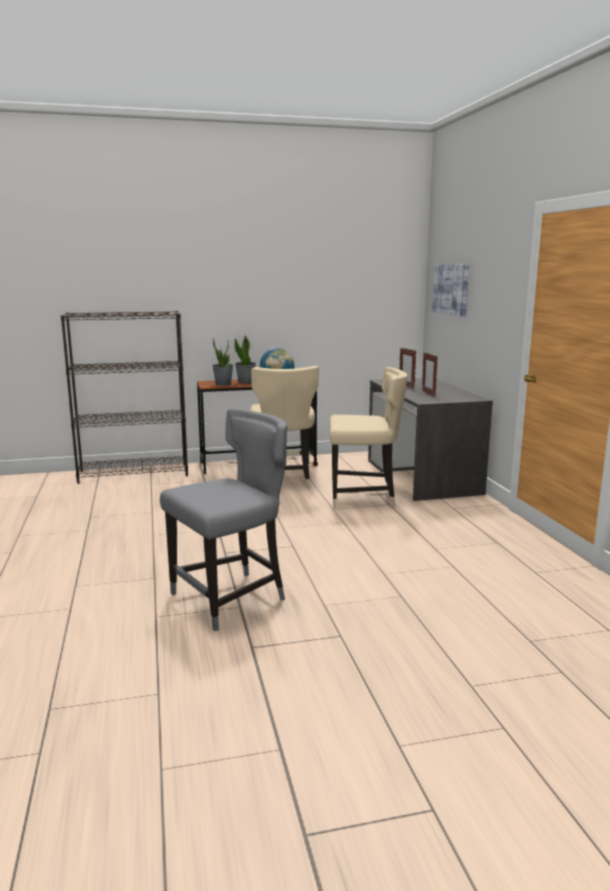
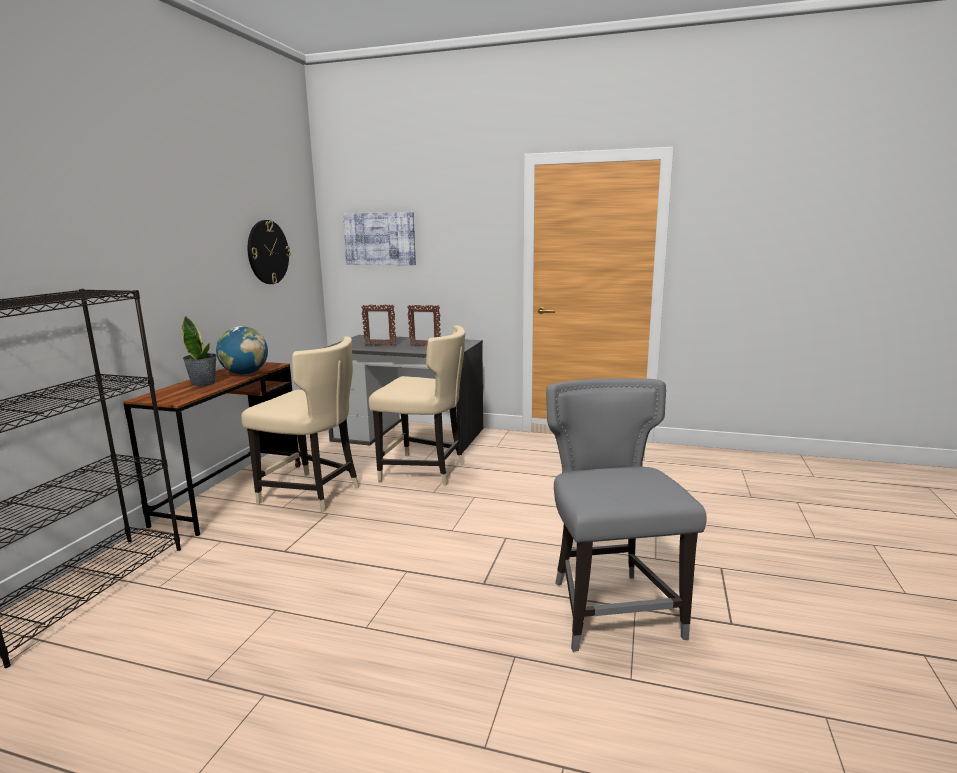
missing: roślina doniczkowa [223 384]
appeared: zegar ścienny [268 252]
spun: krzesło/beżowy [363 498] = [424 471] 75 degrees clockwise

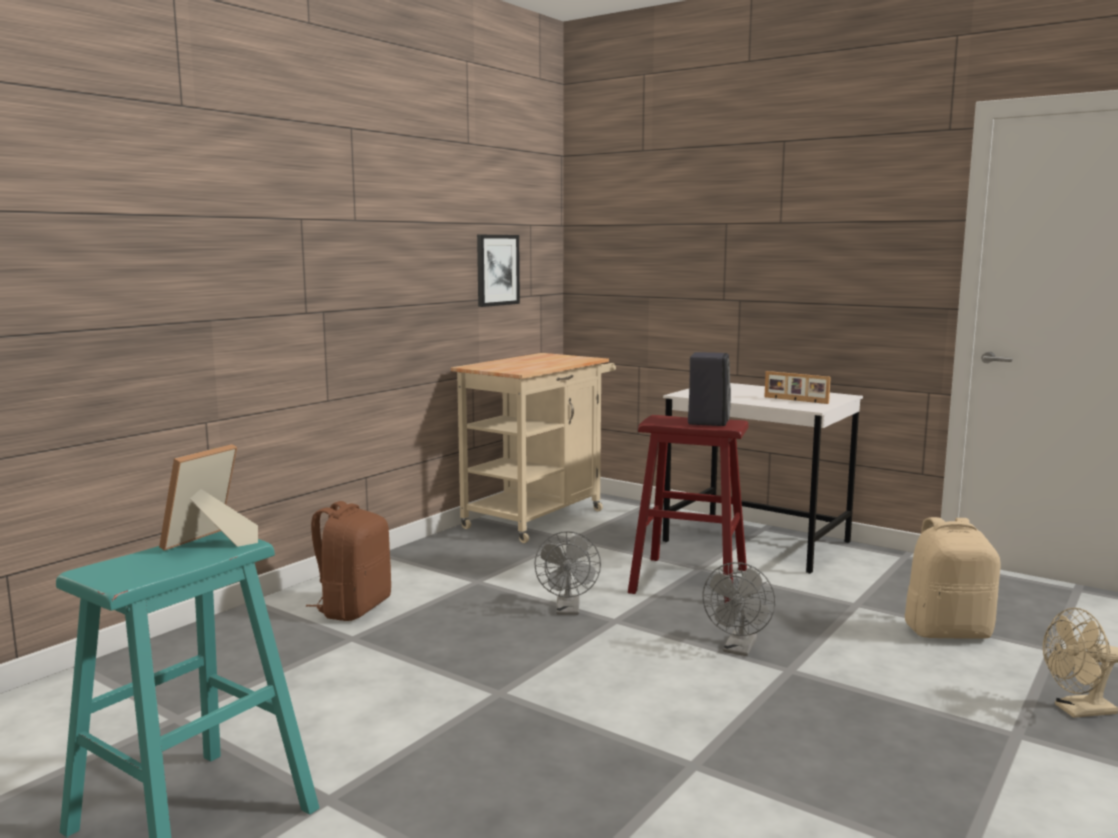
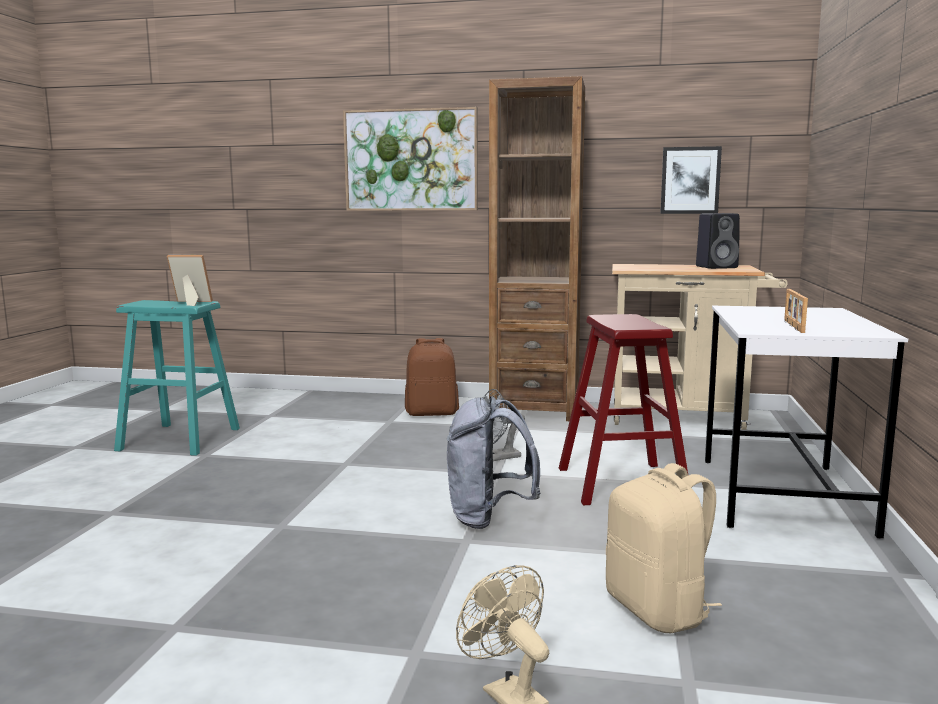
appeared: obraz [411 160]; regał/brązowy [534 410]
relocated: głośnik/czarny [708 421] to [717 267]
exchanged: wentylator/szary [739 649] to plecak/szary [488 518]

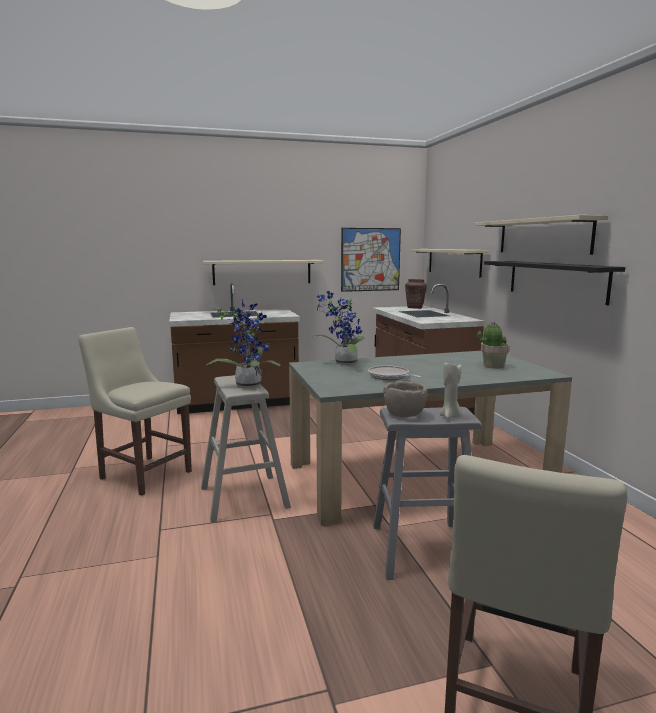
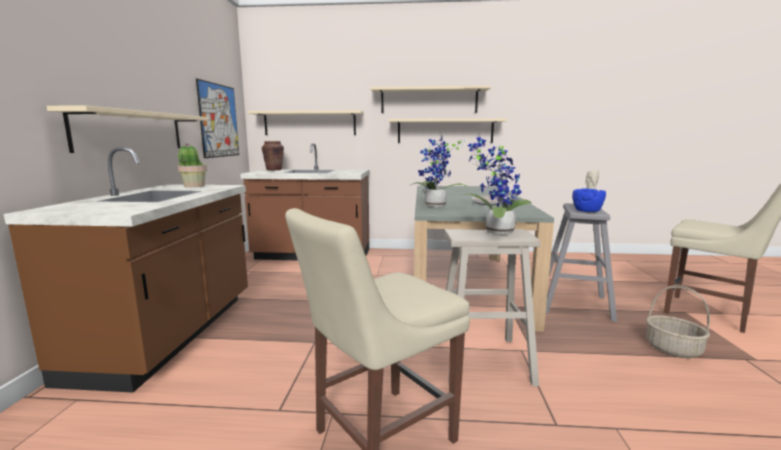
appeared: koszyk [673 349]
relocated: roślina doniczkowa [493 366] to [194 186]
colour: miska/brązowy [405 414] to miska/niebieski [587 211]; półka/czarny [555 280] to półka/beżowy [445 131]

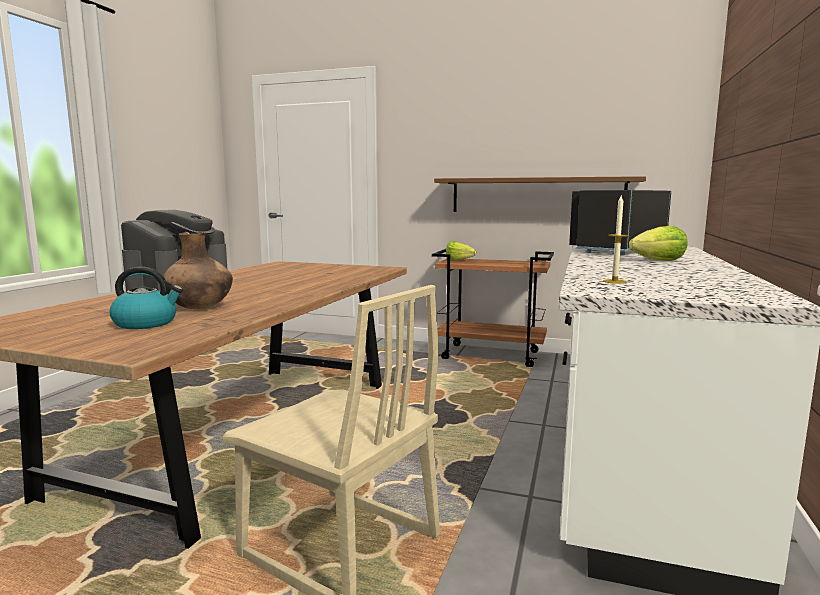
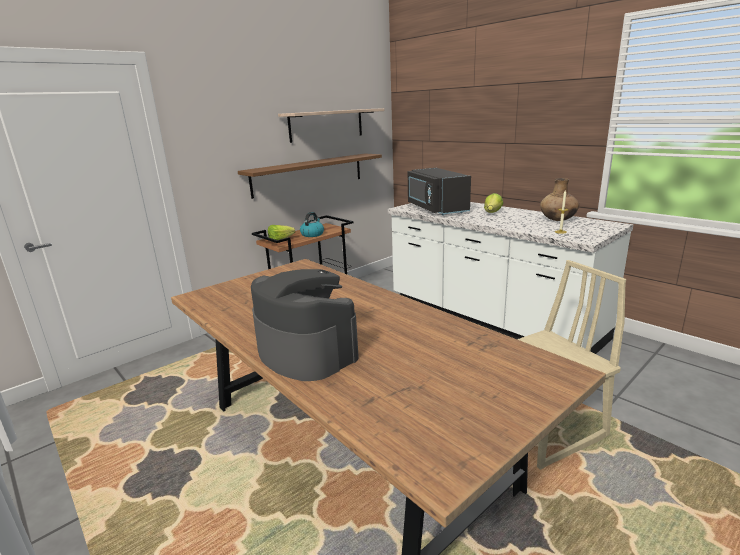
appeared: półka [326 125]
relocated: czajnik [146 323] to [312 234]; wazon/brązowy [200 308] to [557 220]

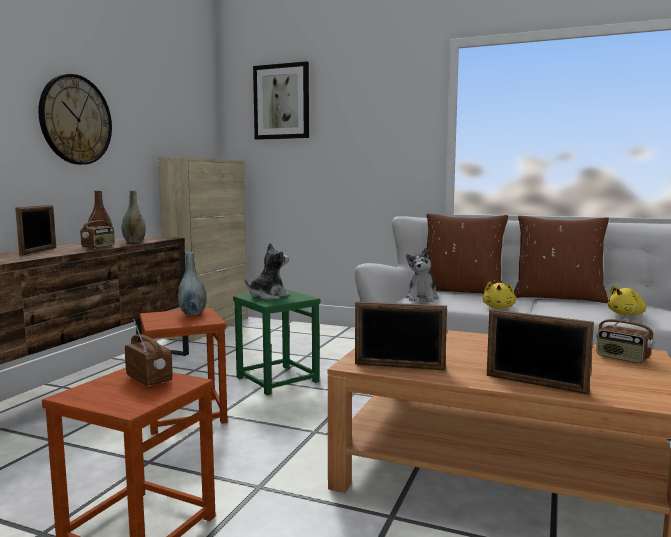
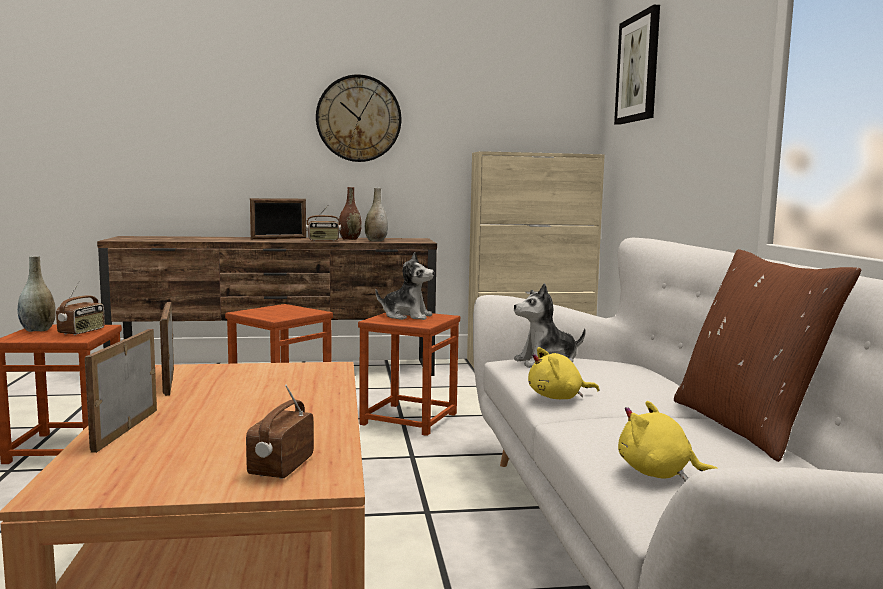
missing: poduszka/brązowy [462 291]
relocated: wazon/szary [192 313] to [38 330]
colour: stołek/zielony [276 380] to stołek/brązowy [408 419]

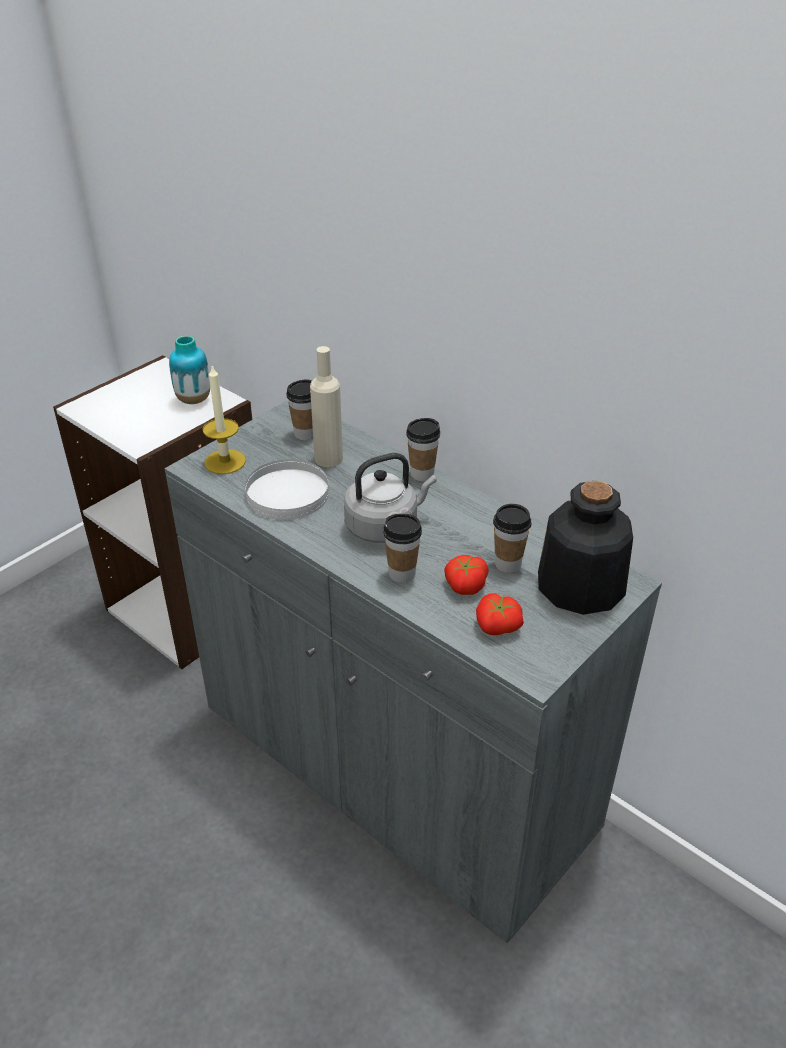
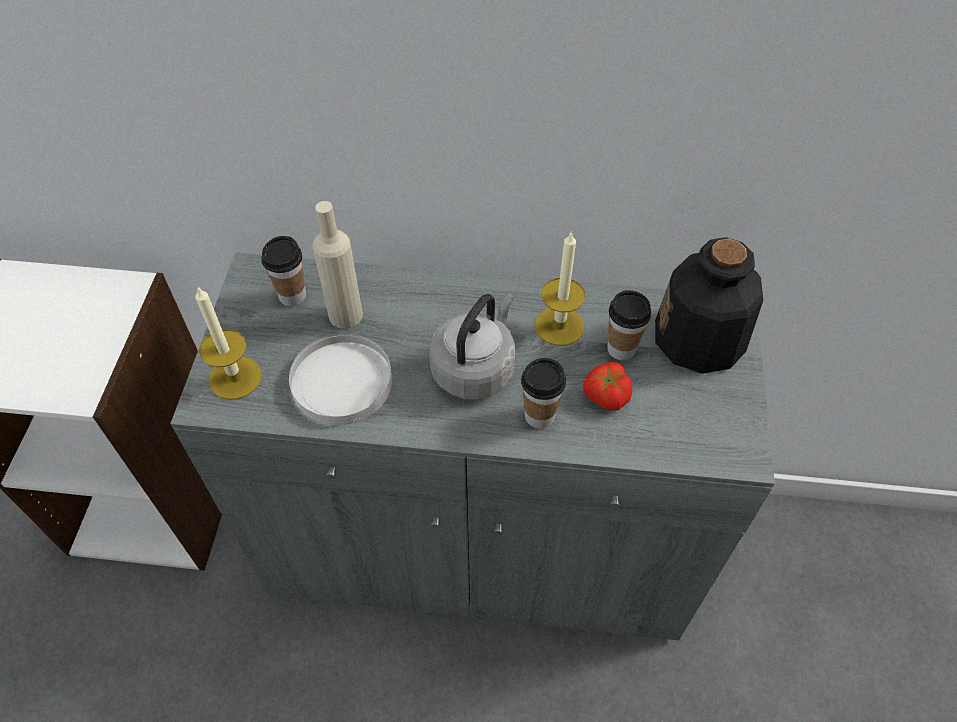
missing: wazon [193 400]; filiżanka [422 474]; pomidor [497 626]
appeared: świeca [559 326]

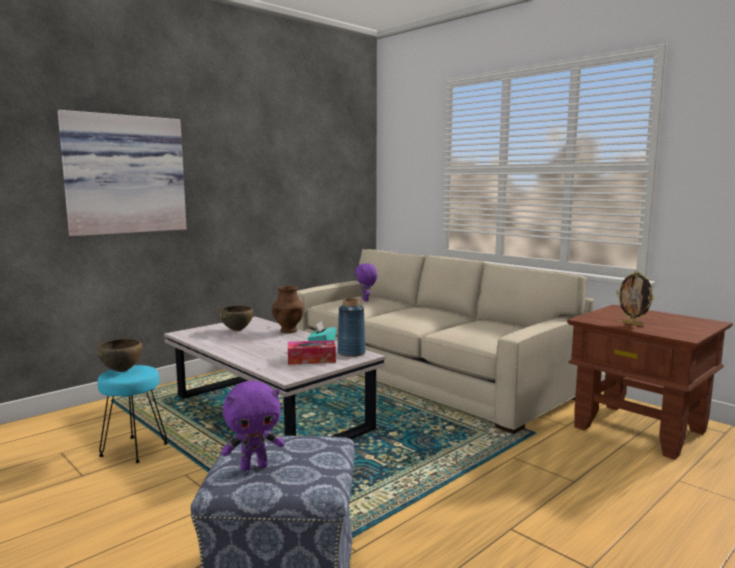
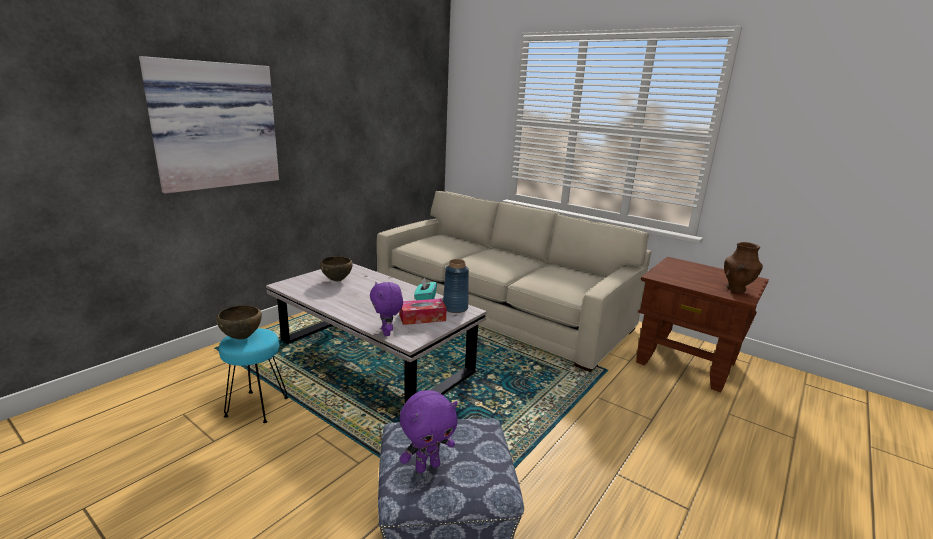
missing: ramka na zdjęcie [633 324]
relocated: wazon/brązowy [288 331] to [736 289]; pluszak/fioletowy [366 300] to [387 332]

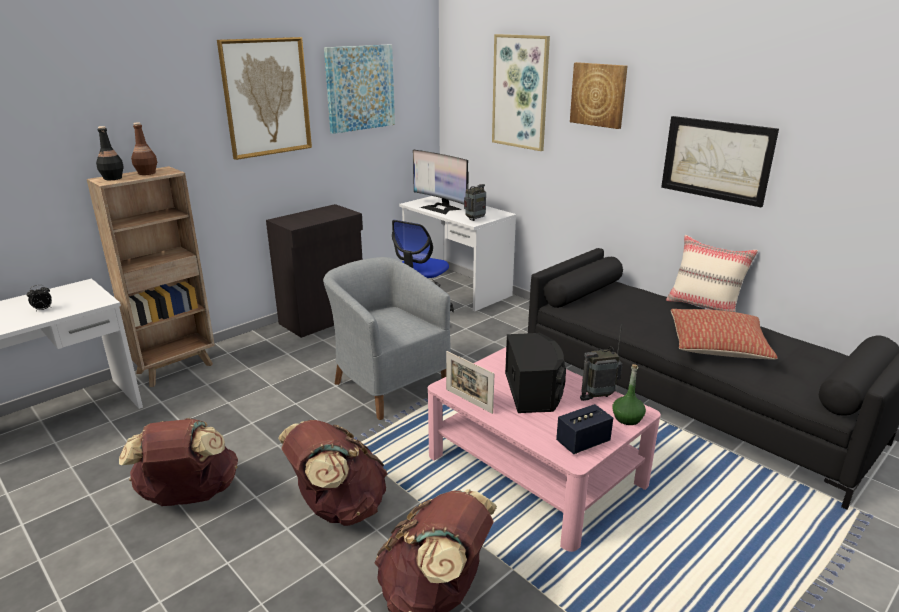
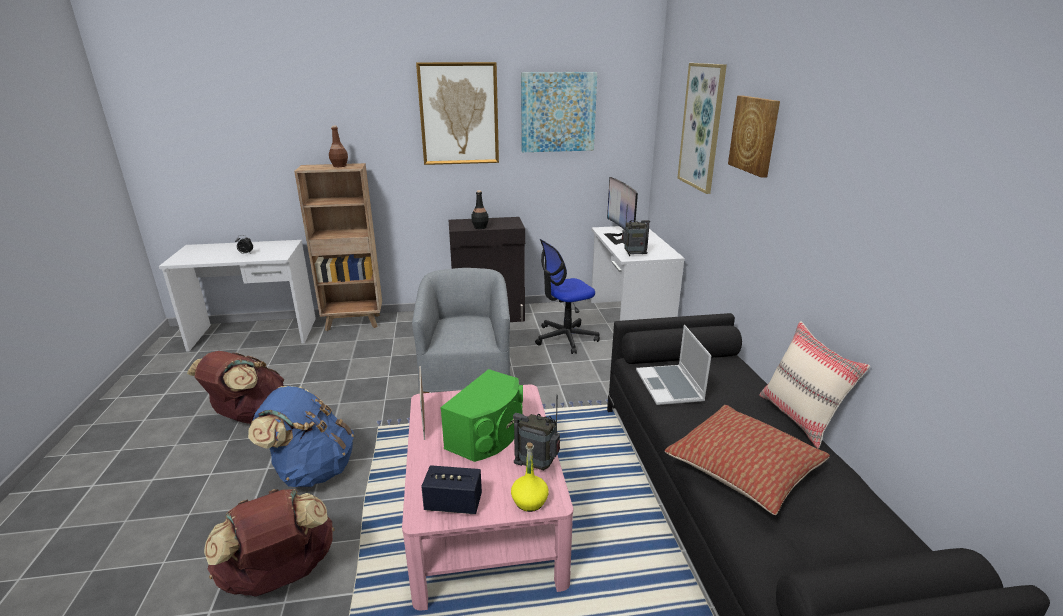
missing: obraz [716 159]
appeared: laptop [670 387]
relocated: butelka/czarny [112 178] to [480 227]
colour: plecak/brązowy [338 508] to plecak/niebieski [312 470]; głośnik/czarny [534 391] to głośnik/zielony [488 435]; butelka/zielony [627 418] to butelka/żółty [529 501]

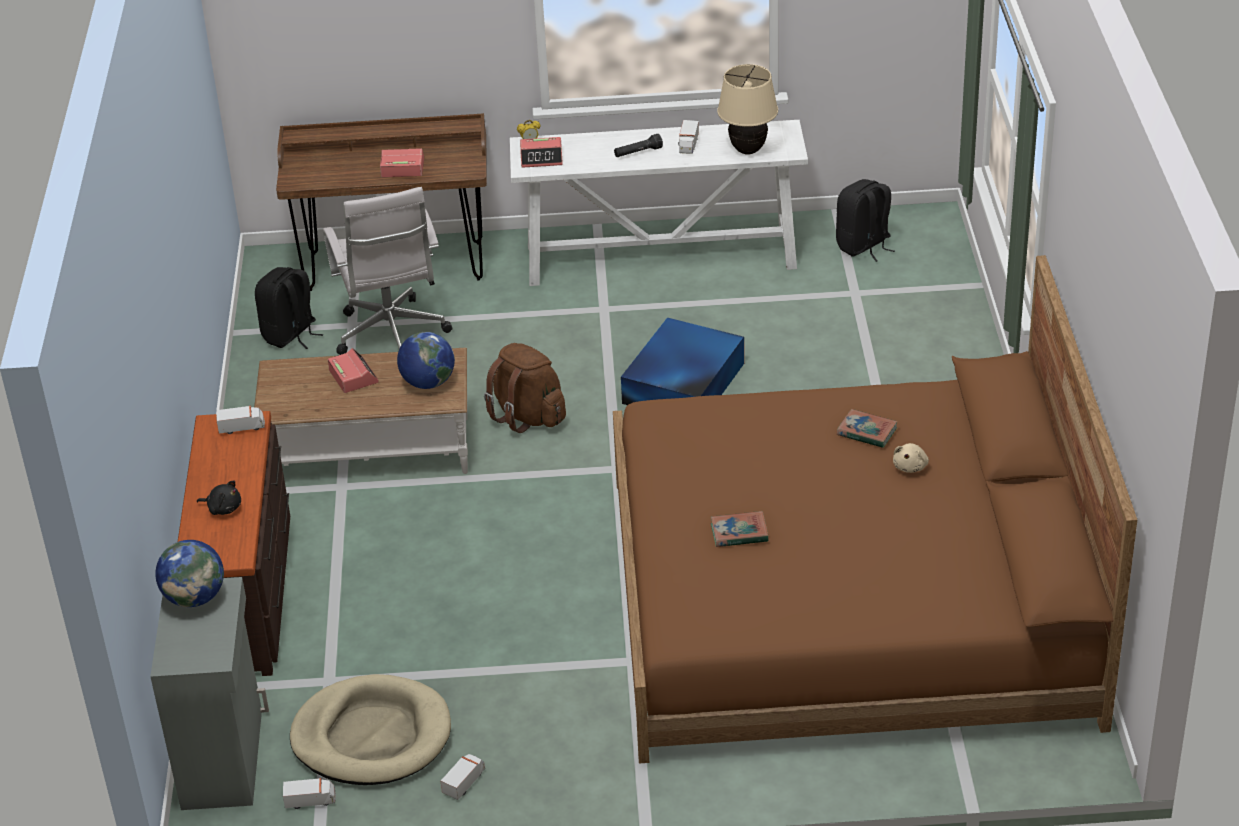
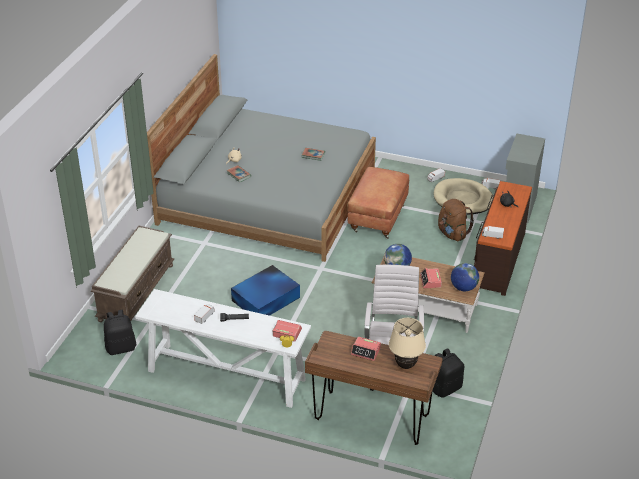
appeared: ławka/brązowy [136 292]; pufa/brązowy [377 218]
relocated: globus [195 598] to [463 288]; plecak/brązowy [528 416] to [452 234]; lampa stołowa/beżowy [748 150] to [405 365]
colour: łóżko/brązowy [848 600] to łóżko/szary [267 195]

